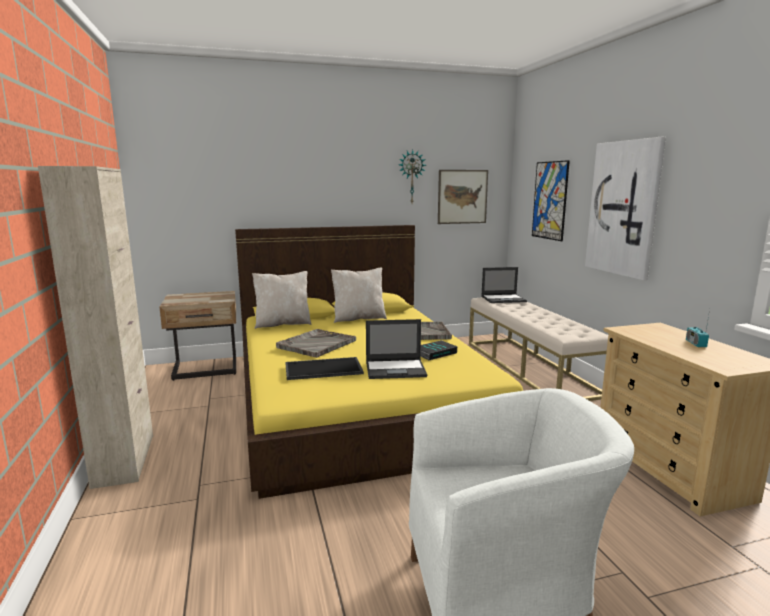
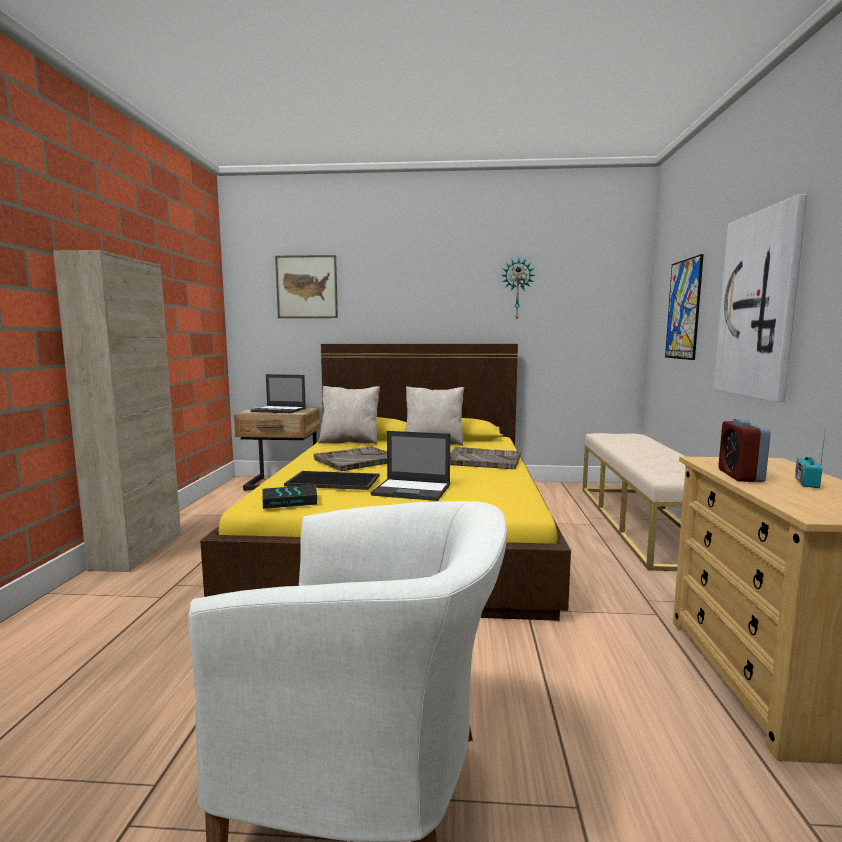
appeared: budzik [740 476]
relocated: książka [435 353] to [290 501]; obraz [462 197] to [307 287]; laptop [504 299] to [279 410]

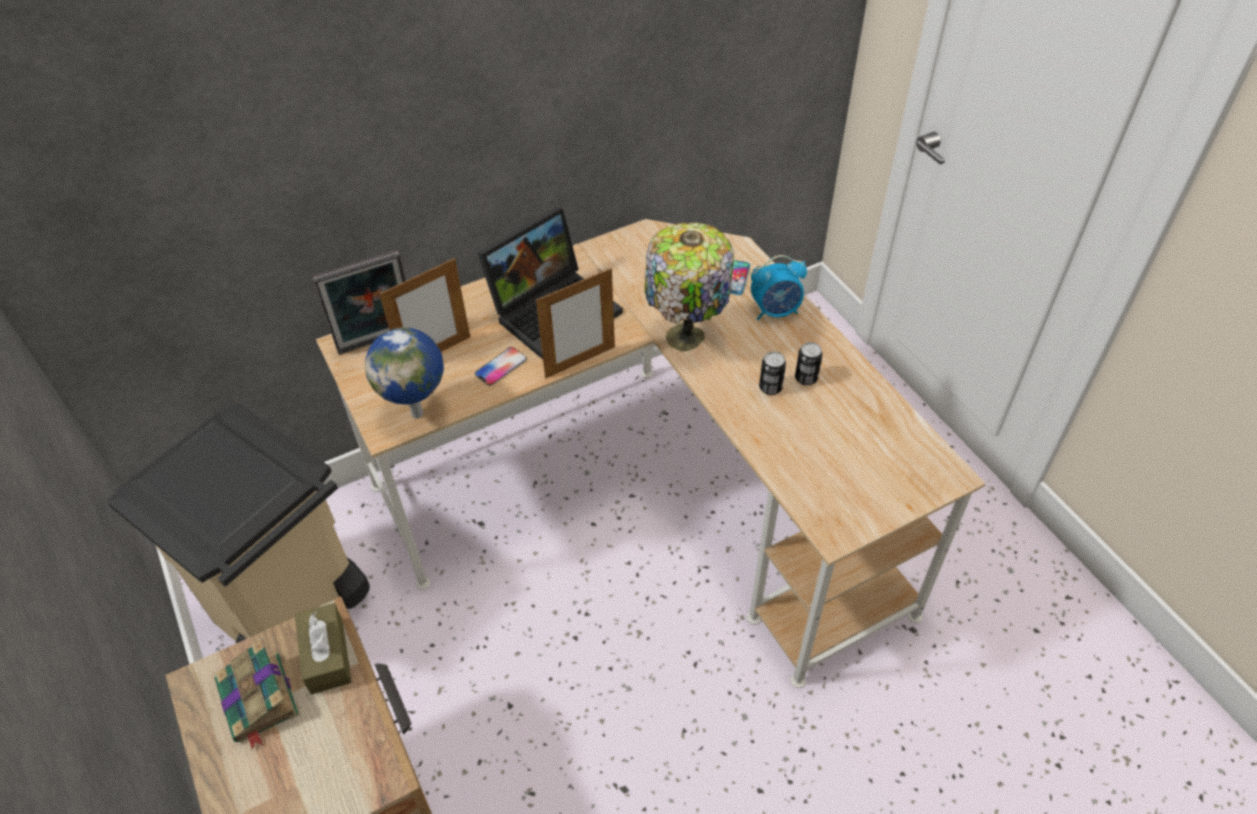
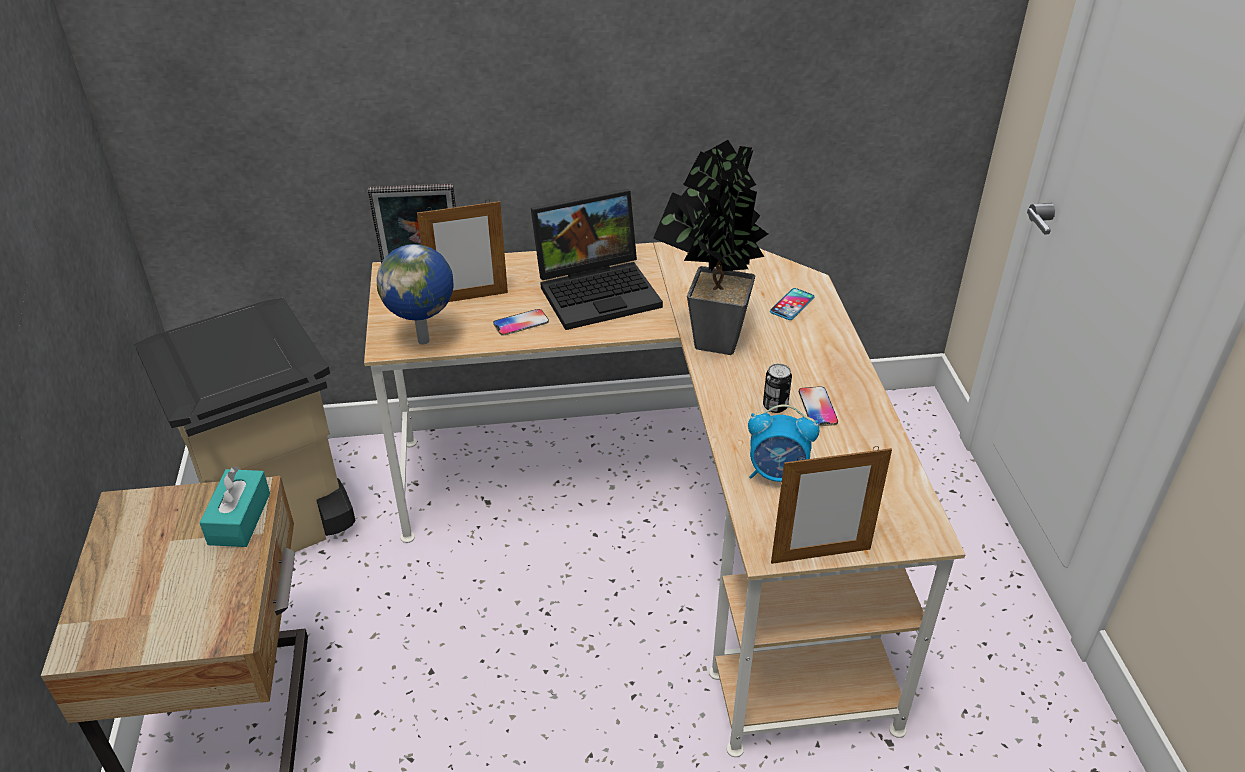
missing: książka [259 700]
relocated: ramka na zdjęcie [580 362] to [820 555]; budzik [775 311] to [777 474]
exchanged: lampa stołowa [685 339] to roślina doniczkowa [711 344]; puszka [806 378] to telefon [817 407]
colour: pudełko chusteczek/brązowy [327 655] to pudełko chusteczek/turkusowy [239 518]

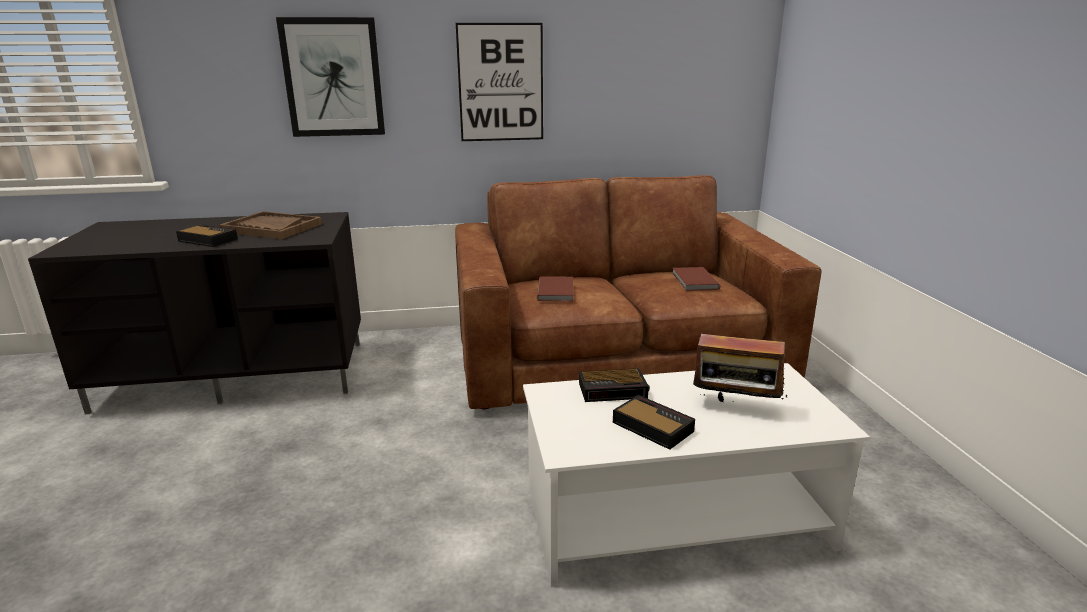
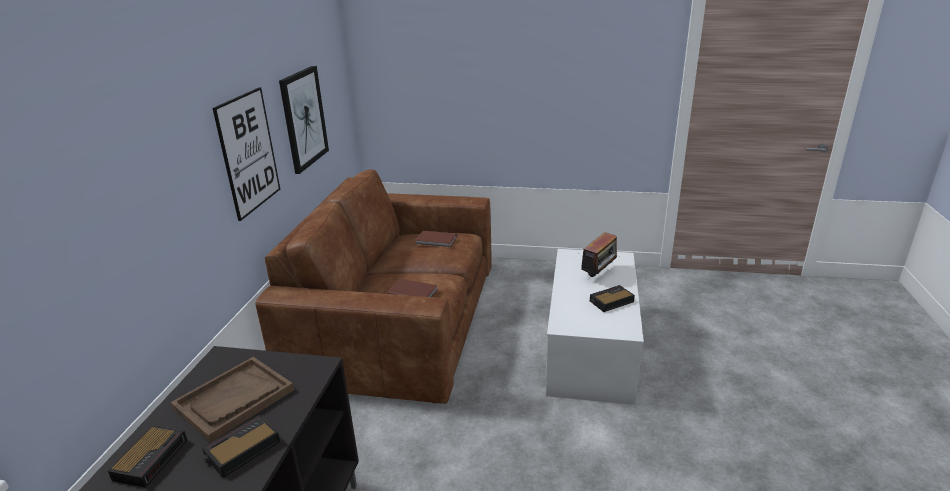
relocated: obraz [333 78] to [303 118]; budzik [614 390] to [152 458]

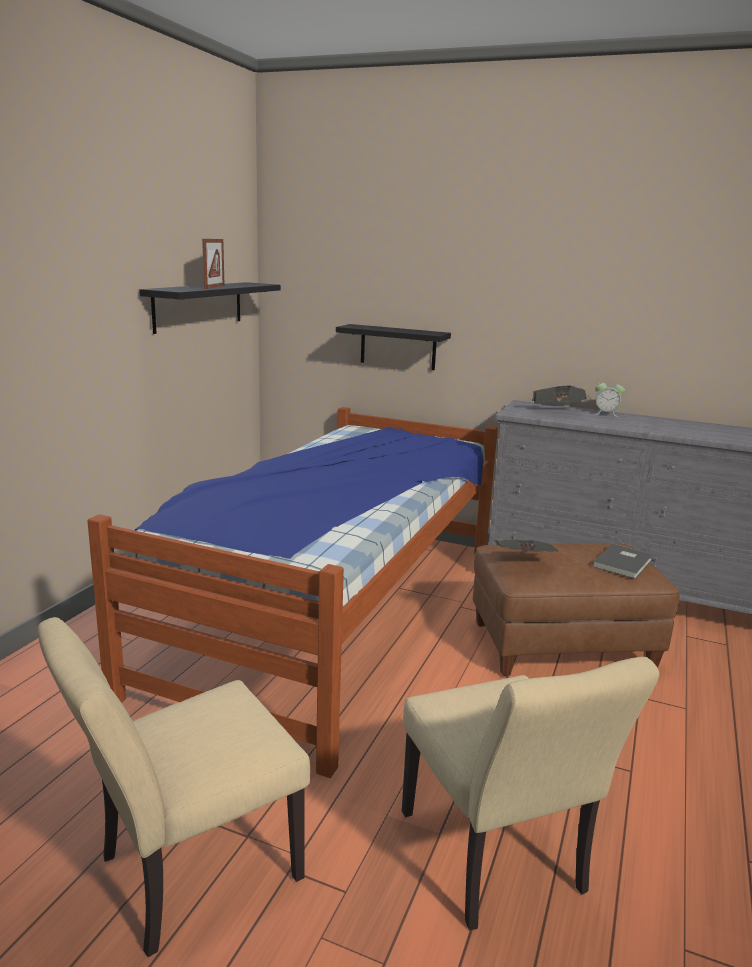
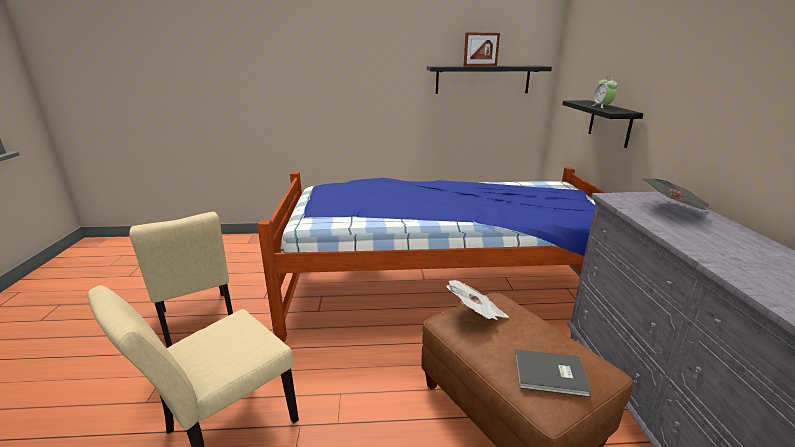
relocated: budzik [606 414] to [602 106]
spun: krzesło/beżowy [185 873] = [199 323] 150 degrees counterclockwise

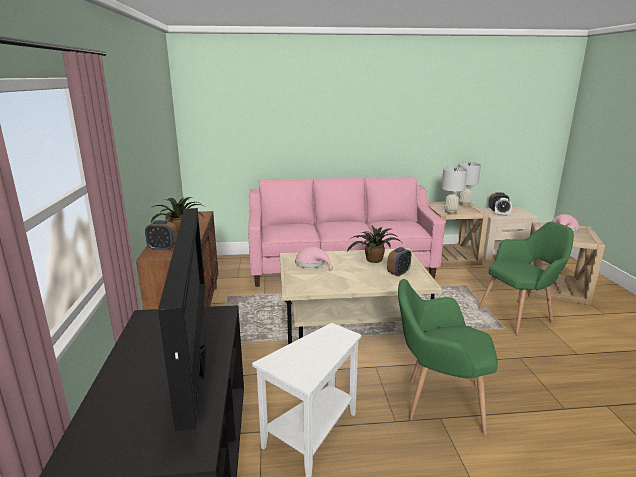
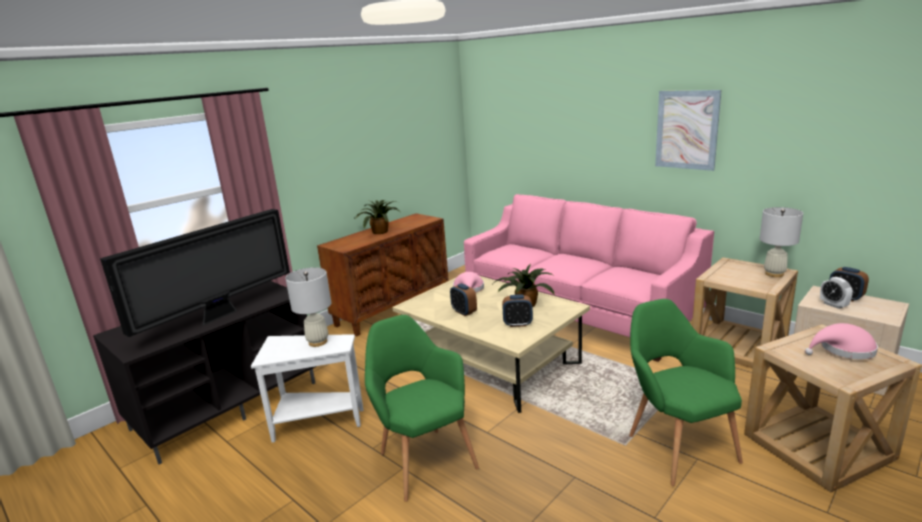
appeared: obraz [686 130]
relocated: budzik [162 248] to [464 312]; lampa stołowa/biały [450 212] to [317 342]
spun: fotel/zielony [520 316] = [676 445] 135 degrees counterclockwise

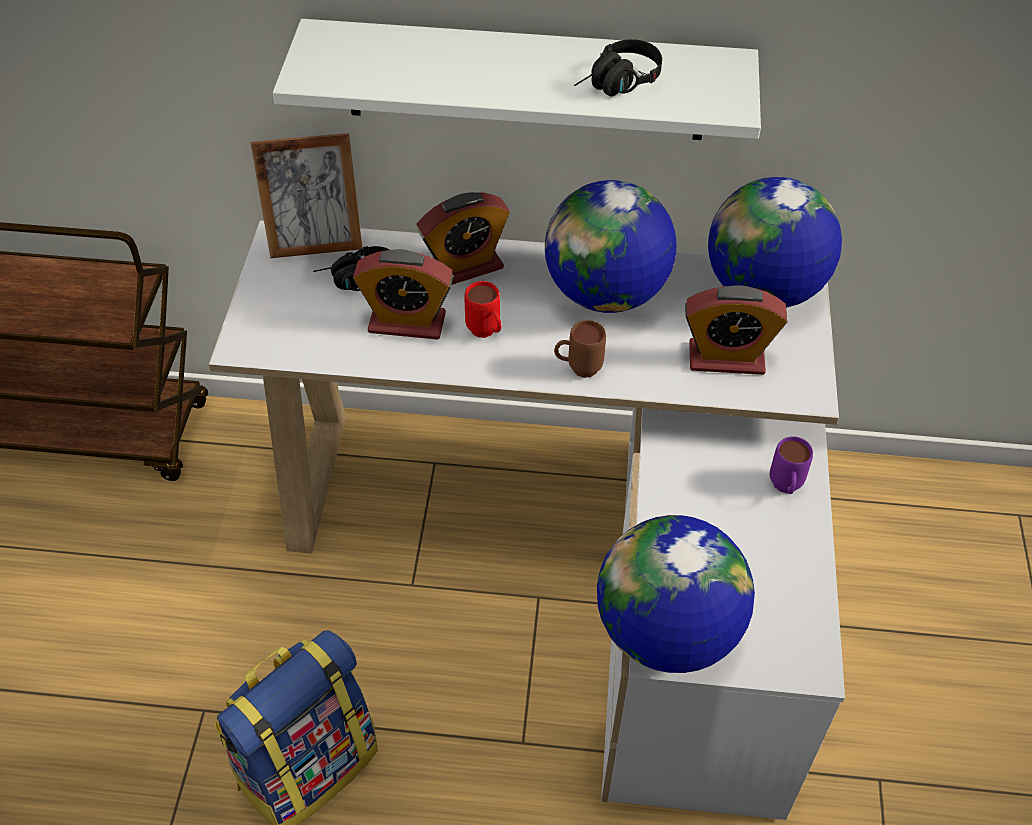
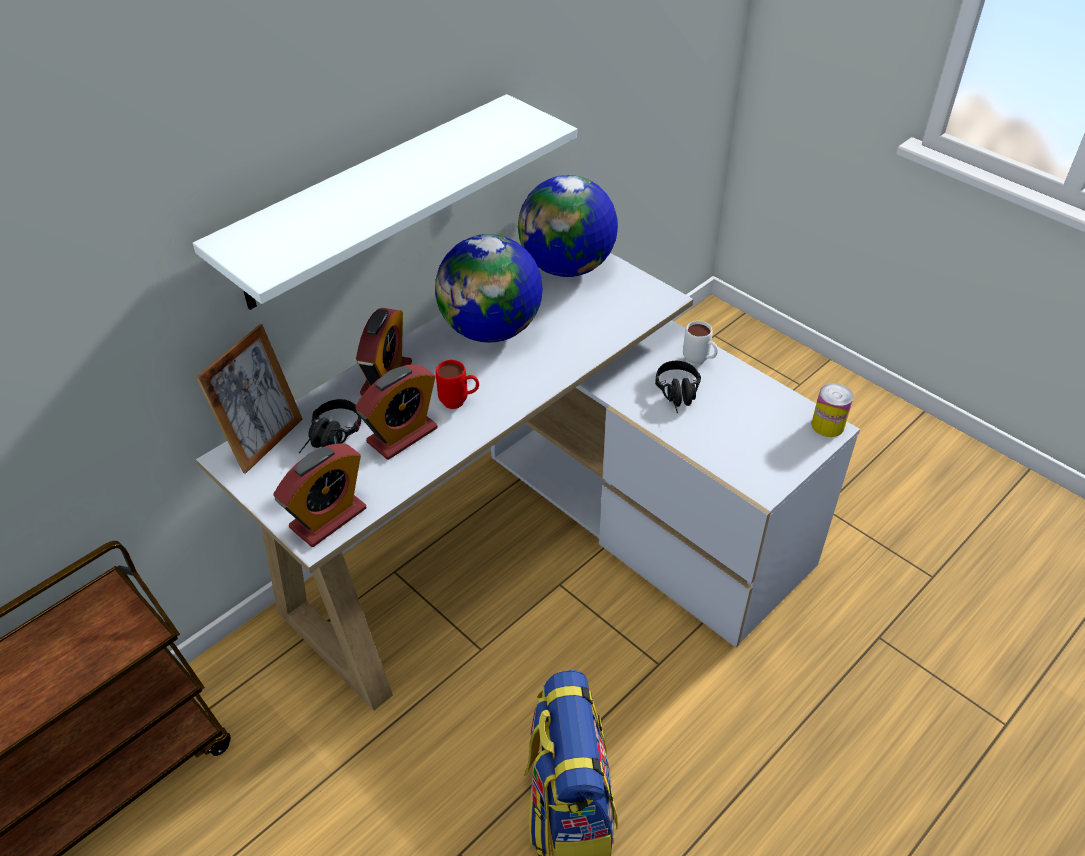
missing: kubek/brązowy [578 369]; globus [666 633]
appeared: puszka [827 425]
relocated: słuchawki/czarny [617 85] to [679 396]; budzik [726 358] to [328 518]
colour: kubek/fioletowy [785 489] to kubek/biały [699 362]

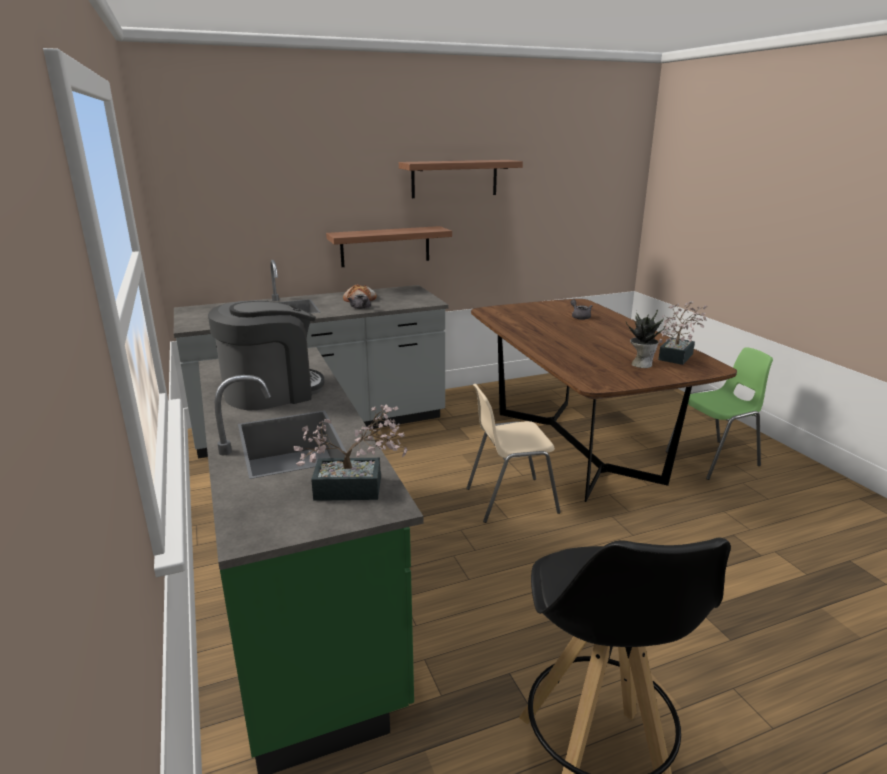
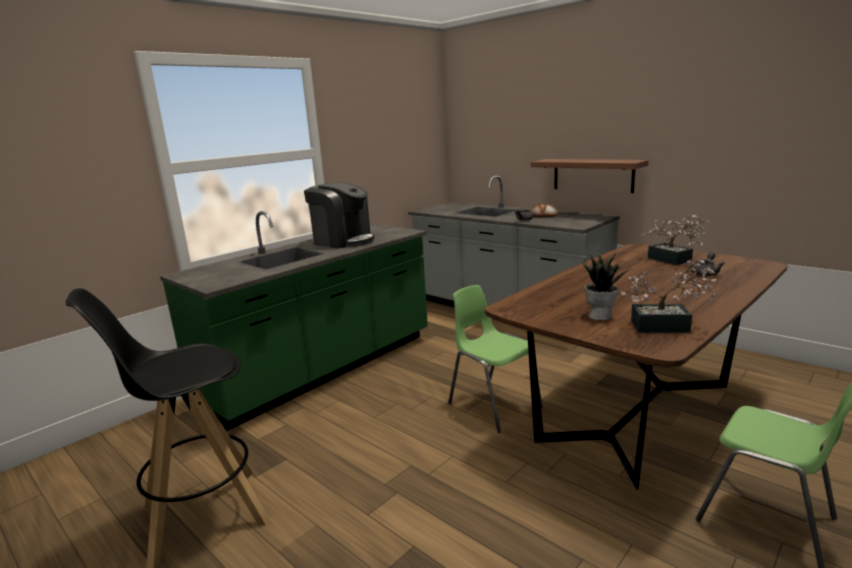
missing: półka [454 178]
relocated: roślina doniczkowa [357 489] to [673 260]
colour: krzesło/beżowy [510 500] to krzesło/zielony [493 405]

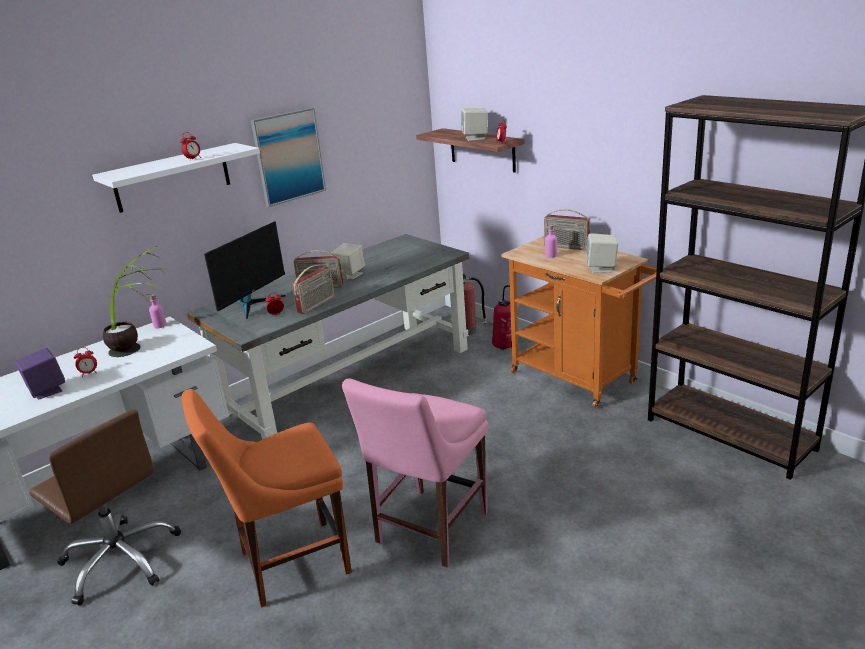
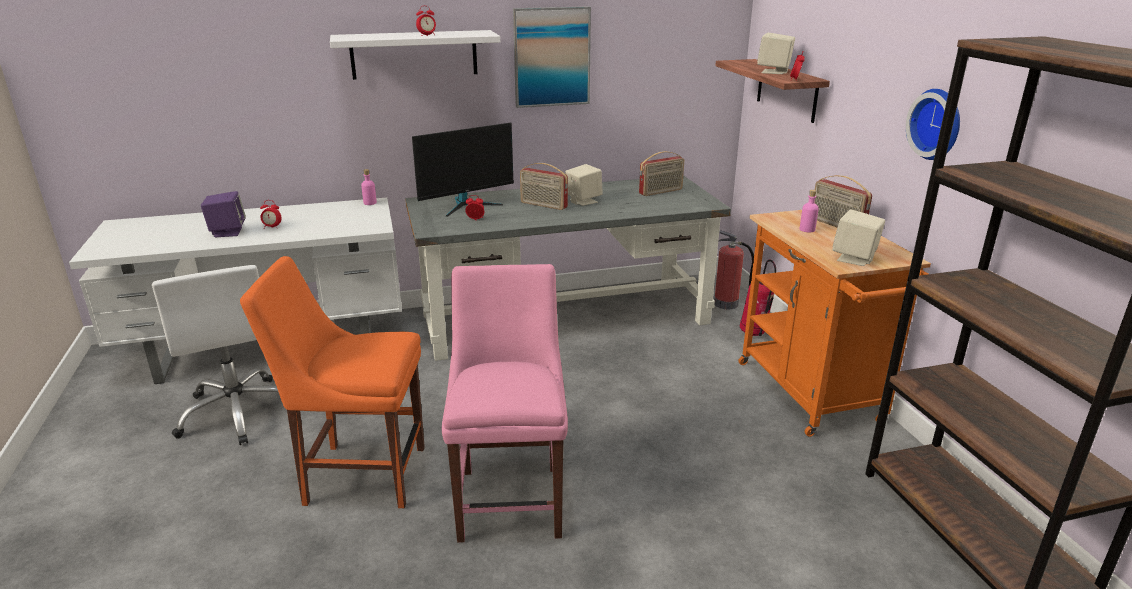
missing: roślina doniczkowa [142 349]
appeared: zegar ścienny [938 124]
relocated: radio [316 305] to [661 192]
colour: krzesło biurowe/brązowy [121 559] to krzesło biurowe/biały [239 412]
spun: krzesło/różowy [428 530] = [511 497] 120 degrees clockwise

